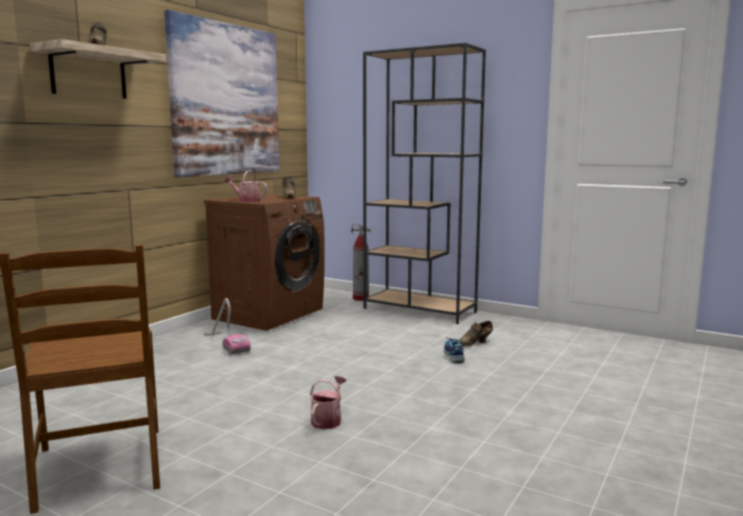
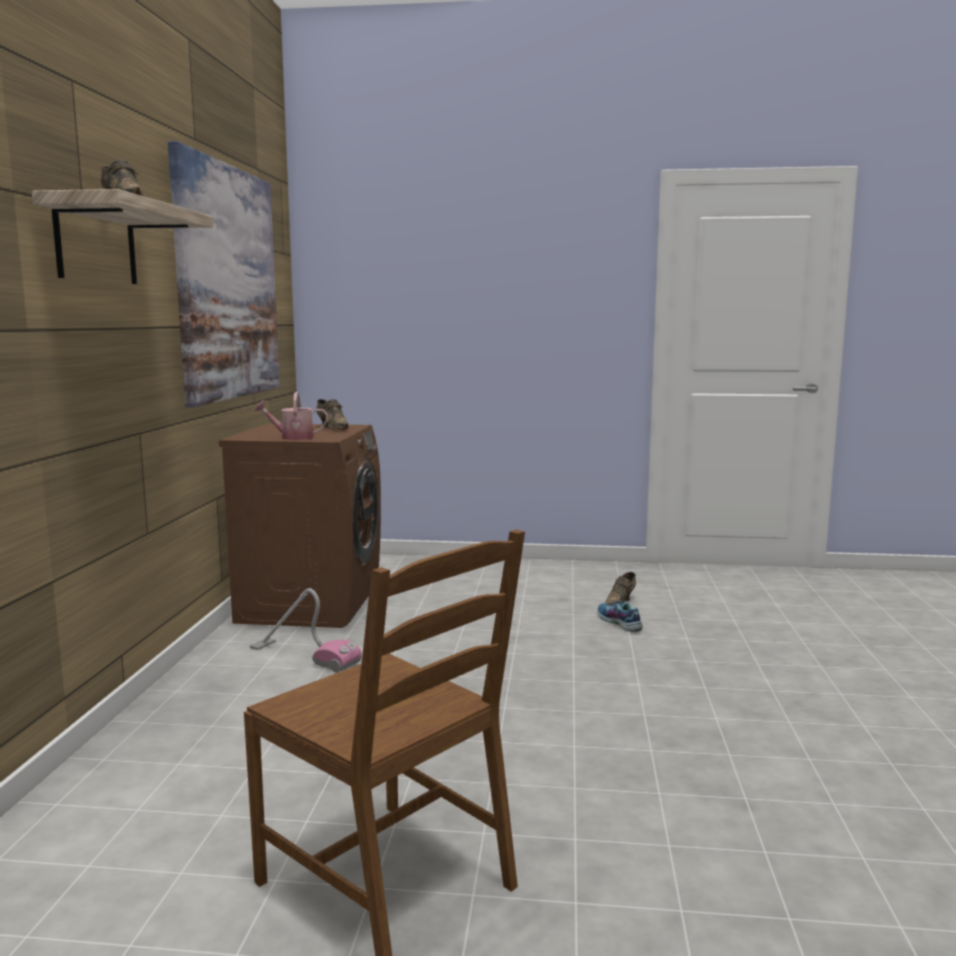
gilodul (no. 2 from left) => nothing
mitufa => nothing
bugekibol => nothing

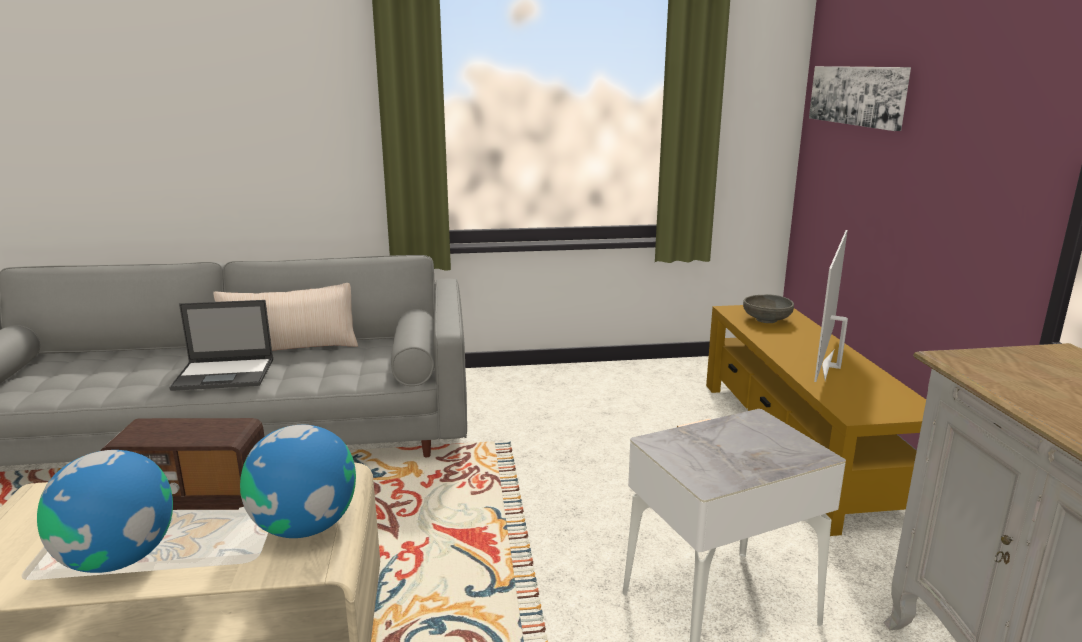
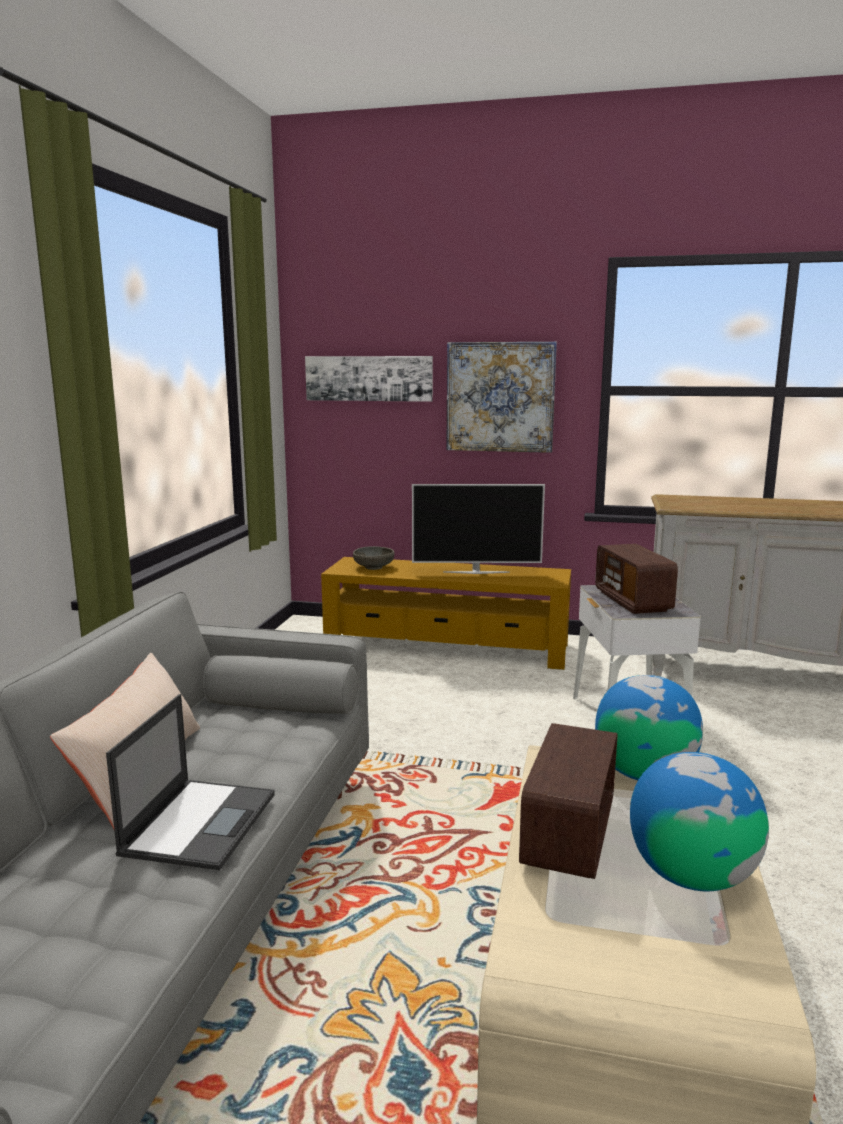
nothing => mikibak (no. 2 from left)
nothing => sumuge (no. 2 from left)
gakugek, 45 degrees counterclockwise

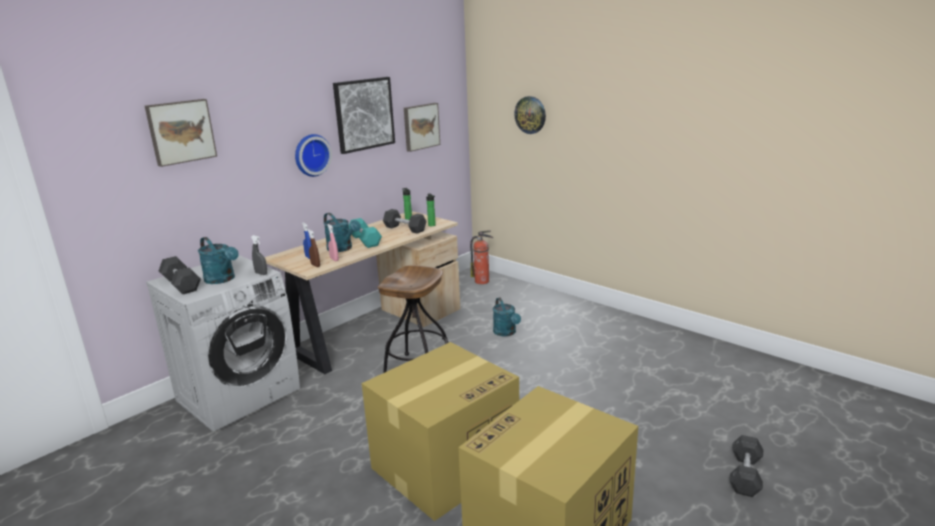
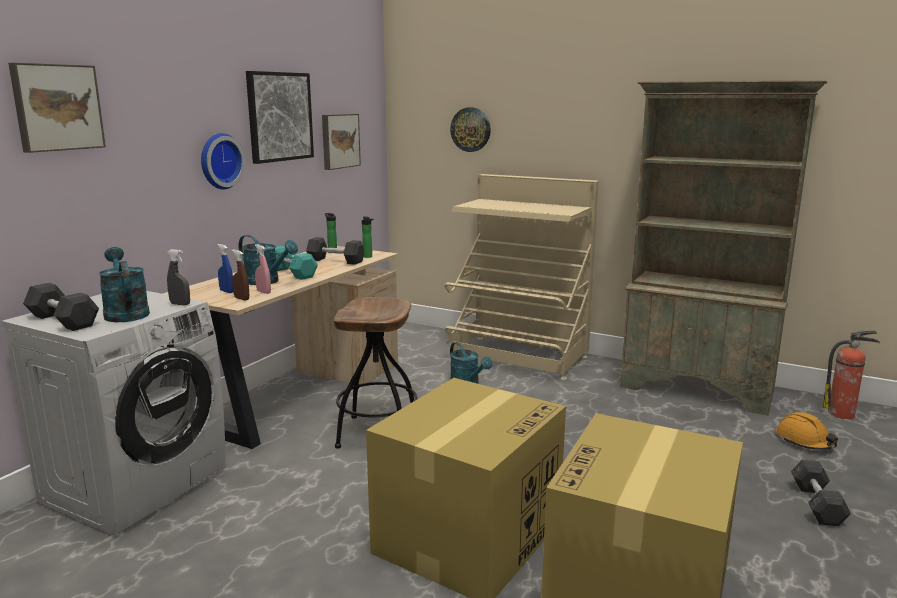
nothing => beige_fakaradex
nothing => green_bugekibol
nothing => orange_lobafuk
mitufa, shifted
turquoise_gilodul (no. 1 from left), 150 degrees counterclockwise

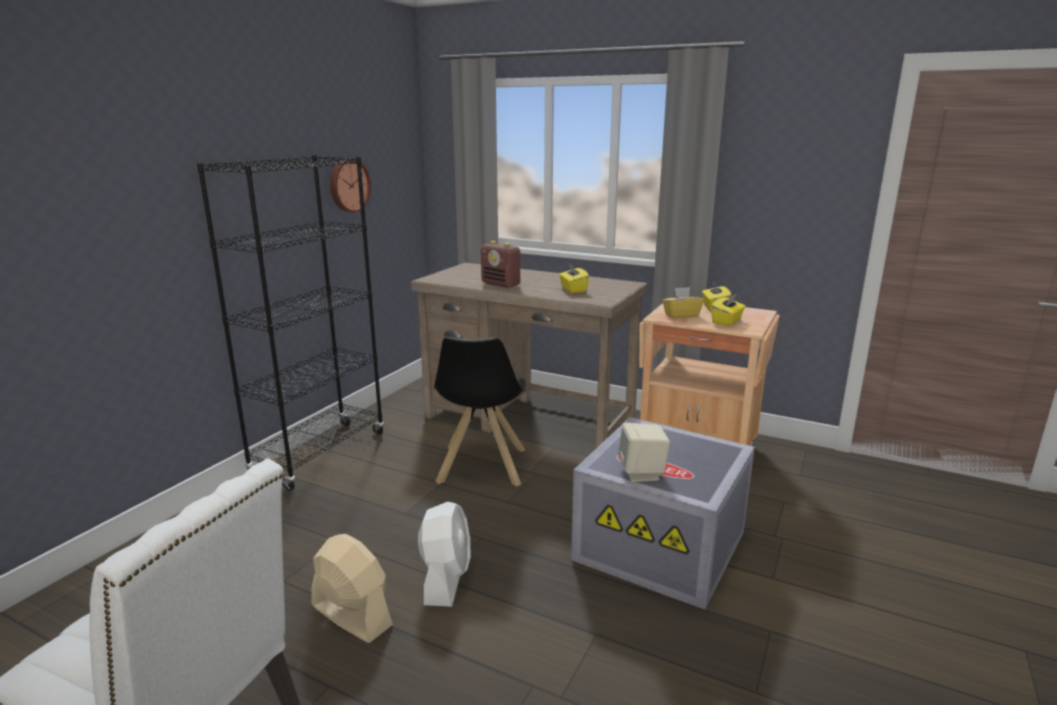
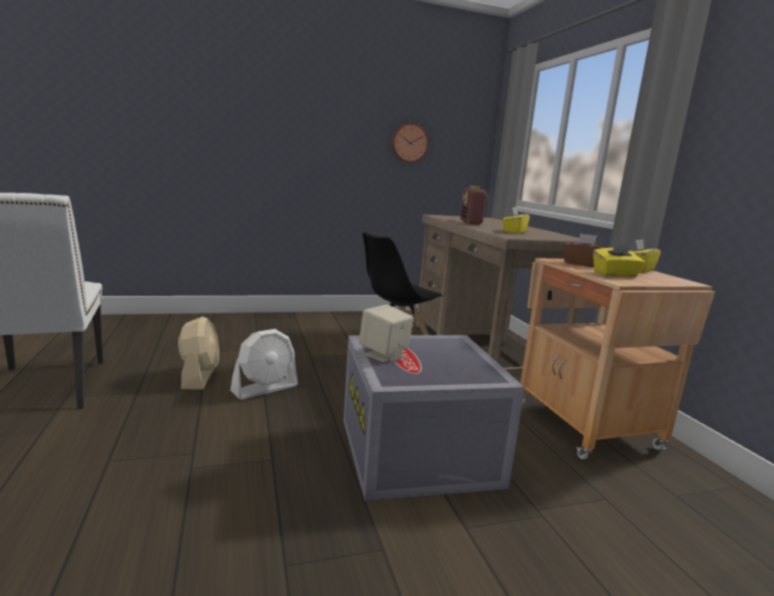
black_bugekibol => nothing
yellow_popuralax (no. 2 from left) => brown_popuralax

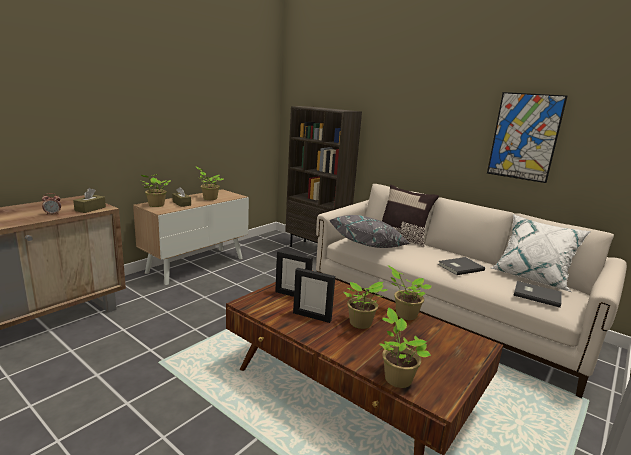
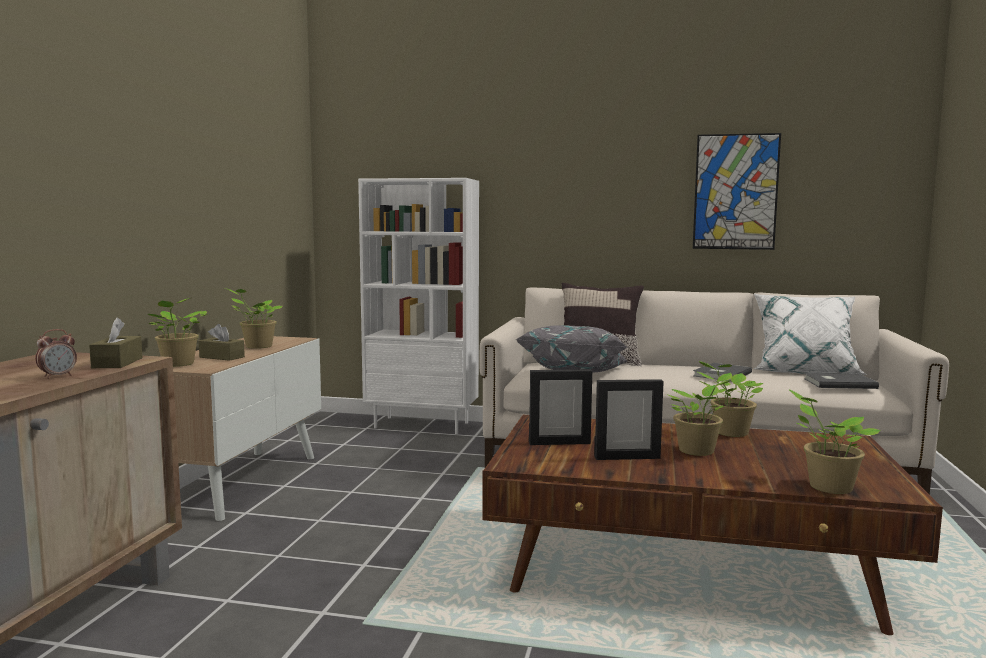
brown_bugekibol => white_bugekibol

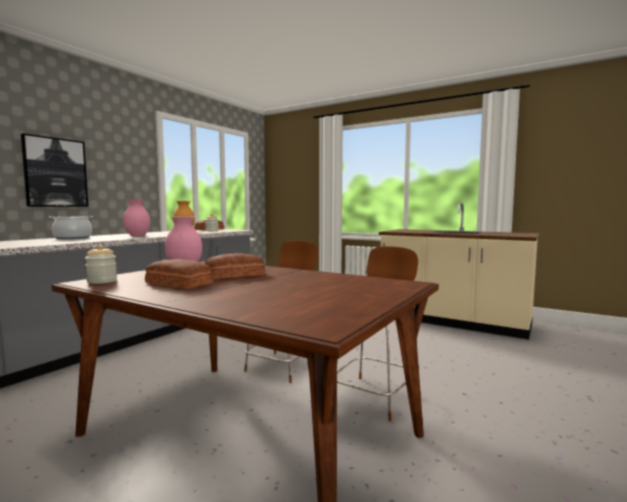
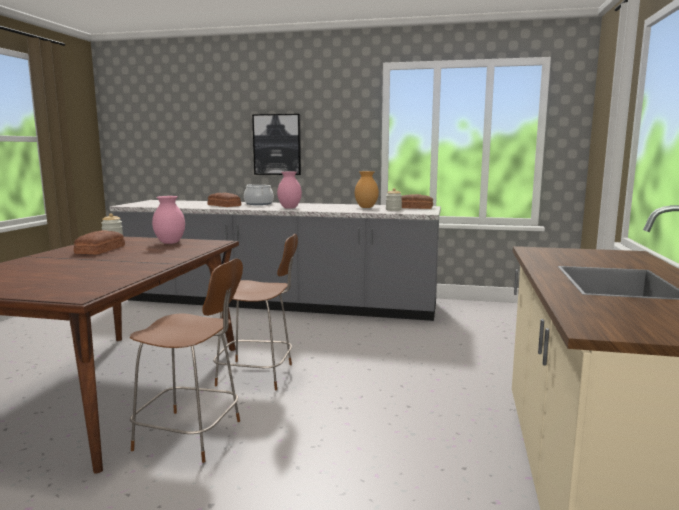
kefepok (no. 3 from left in the first image) => kefepok (no. 2 from left), shifted

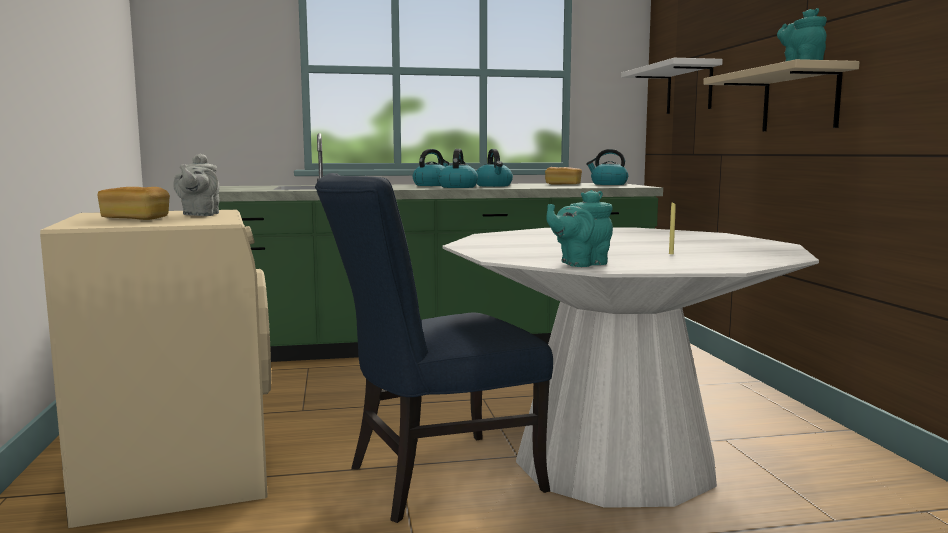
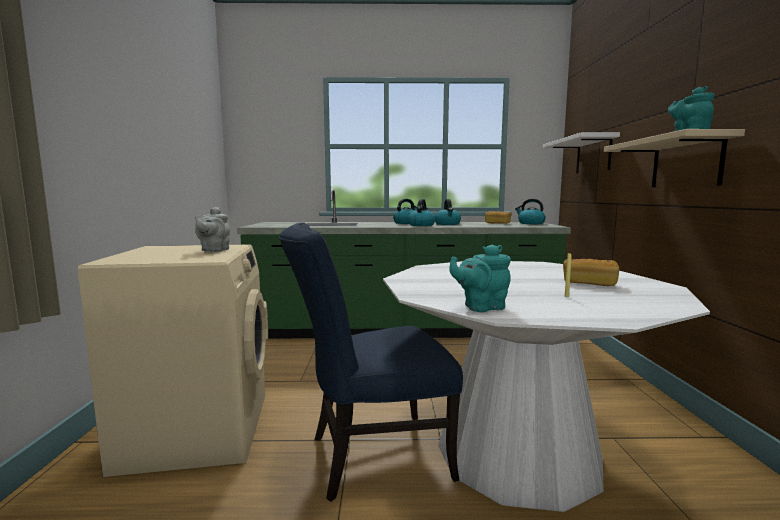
kefepok (no. 1 from left in the first image) => kefepok (no. 2 from left), shifted

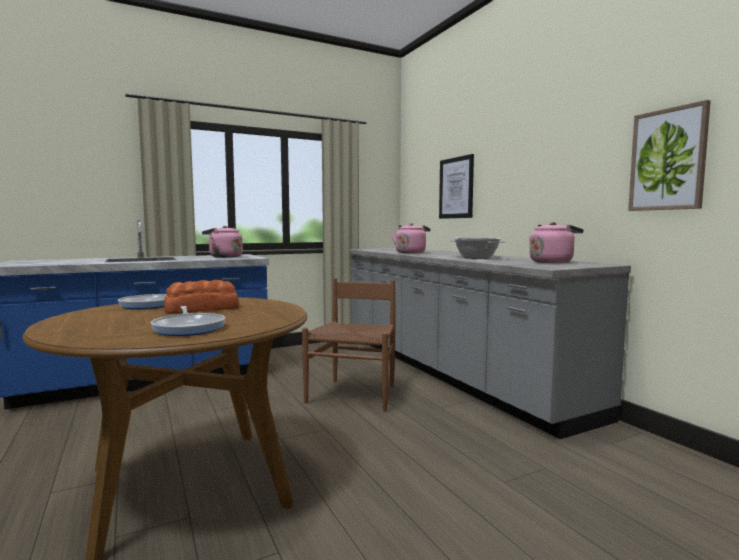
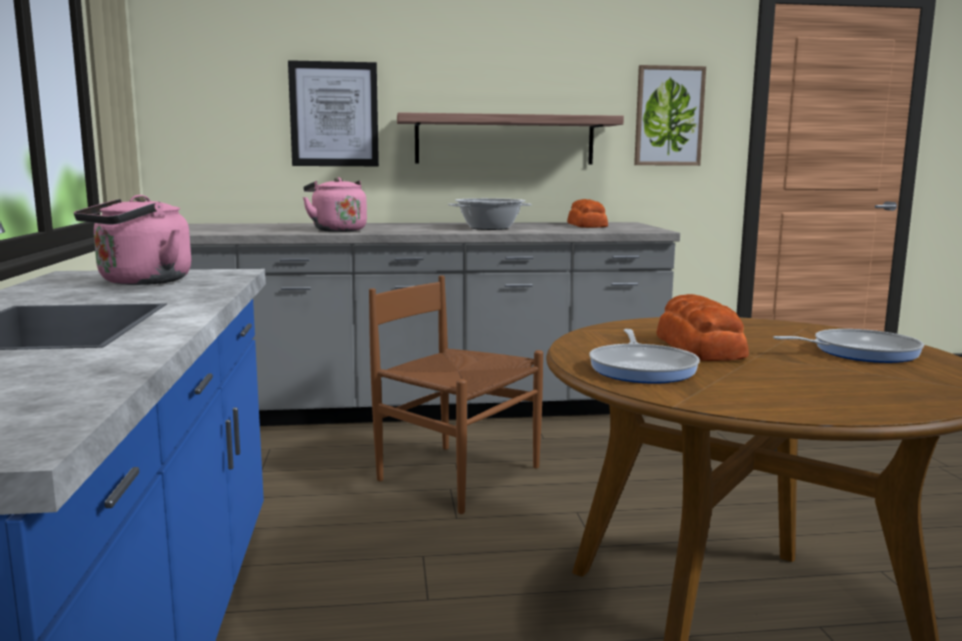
nothing => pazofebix
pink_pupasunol (no. 3 from left) => kefepok (no. 1 from left)

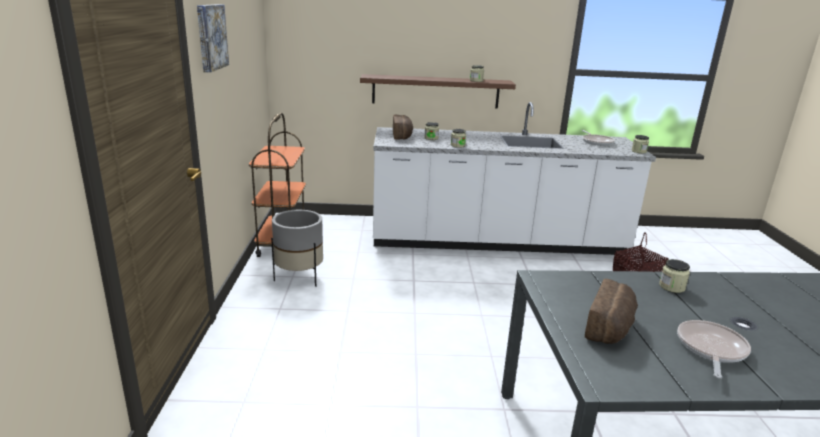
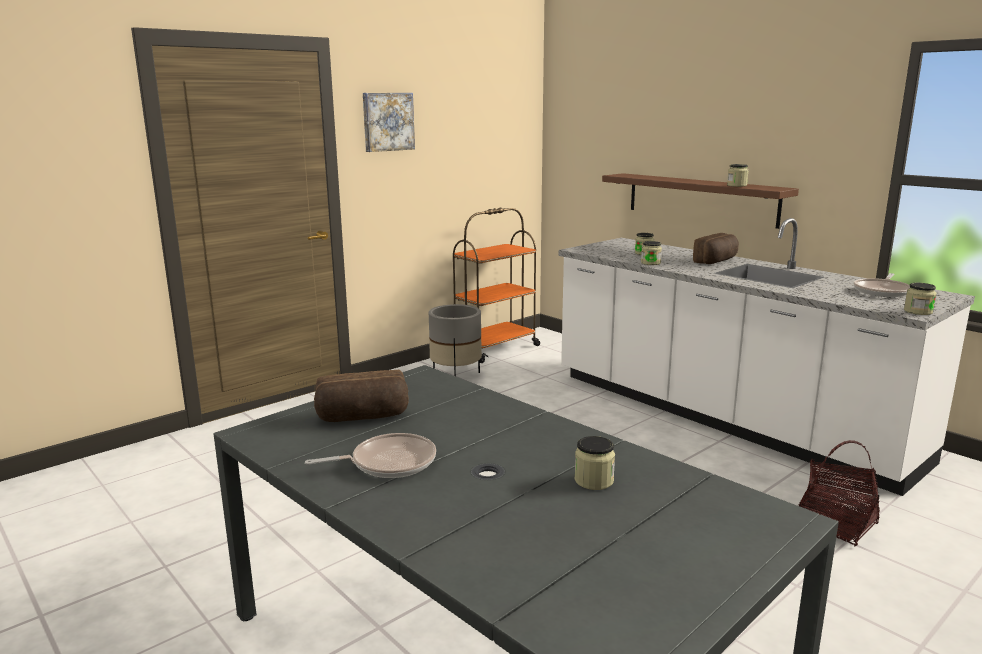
kefepok (no. 1 from left in the first image) => kefepok (no. 2 from left), shifted
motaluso (no. 5 from left in the first image) => motaluso (no. 1 from left), shifted

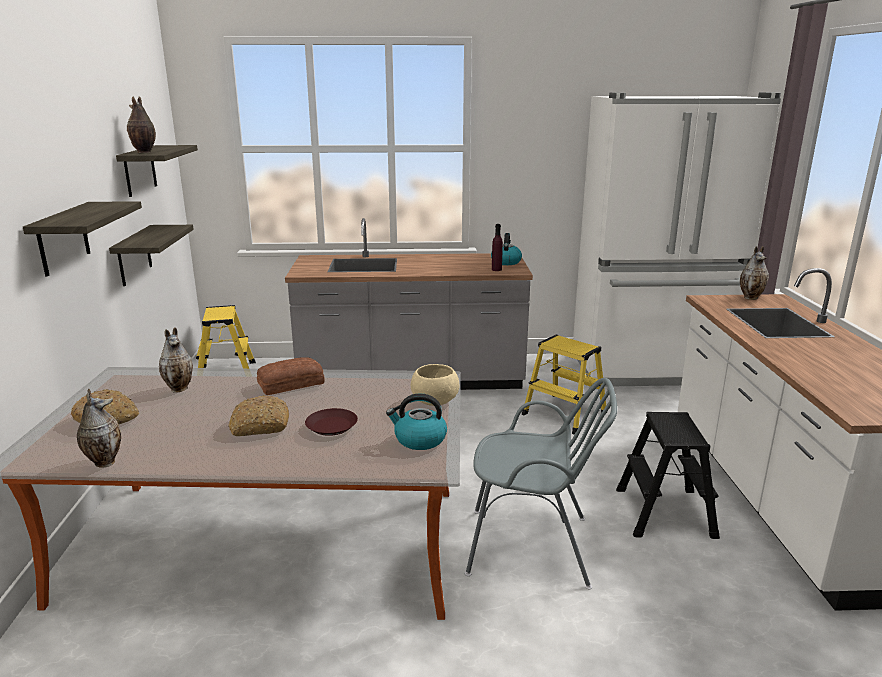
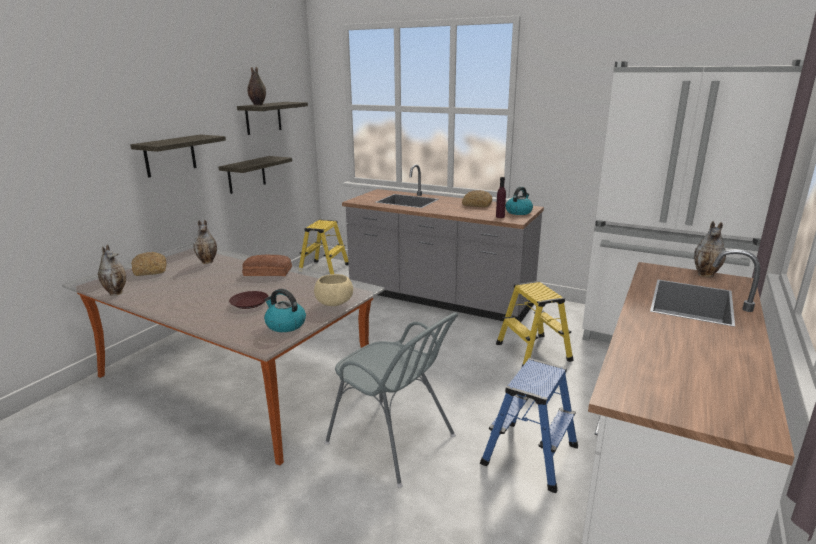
kefepok (no. 2 from left in the first image) => kefepok (no. 3 from left), shifted
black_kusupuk => blue_kusupuk

